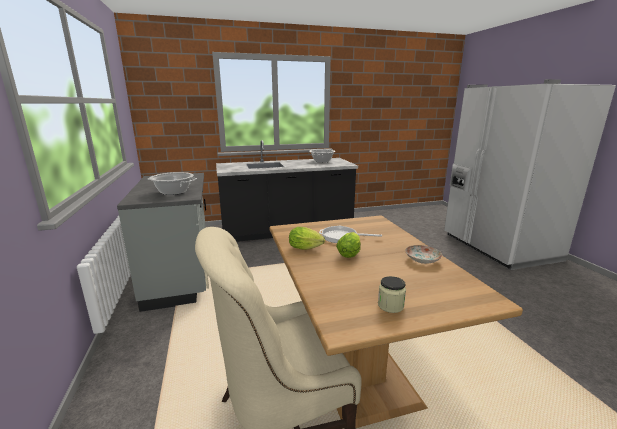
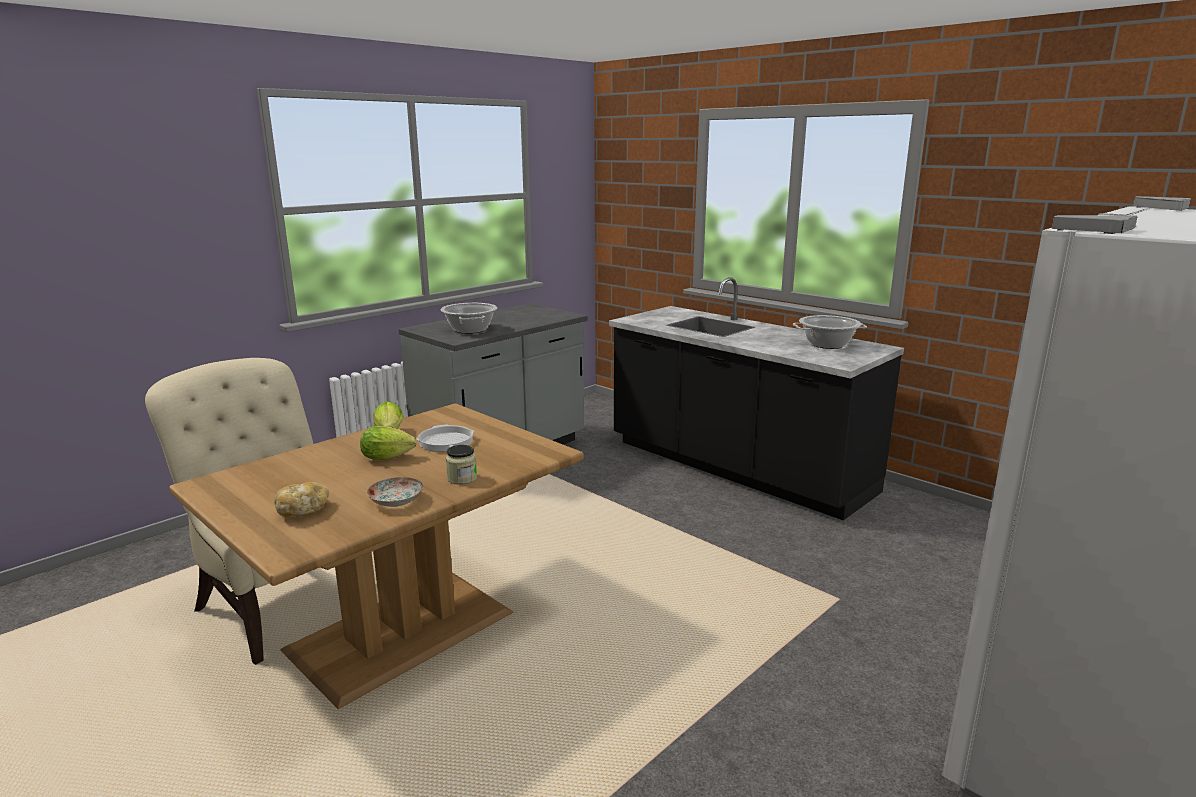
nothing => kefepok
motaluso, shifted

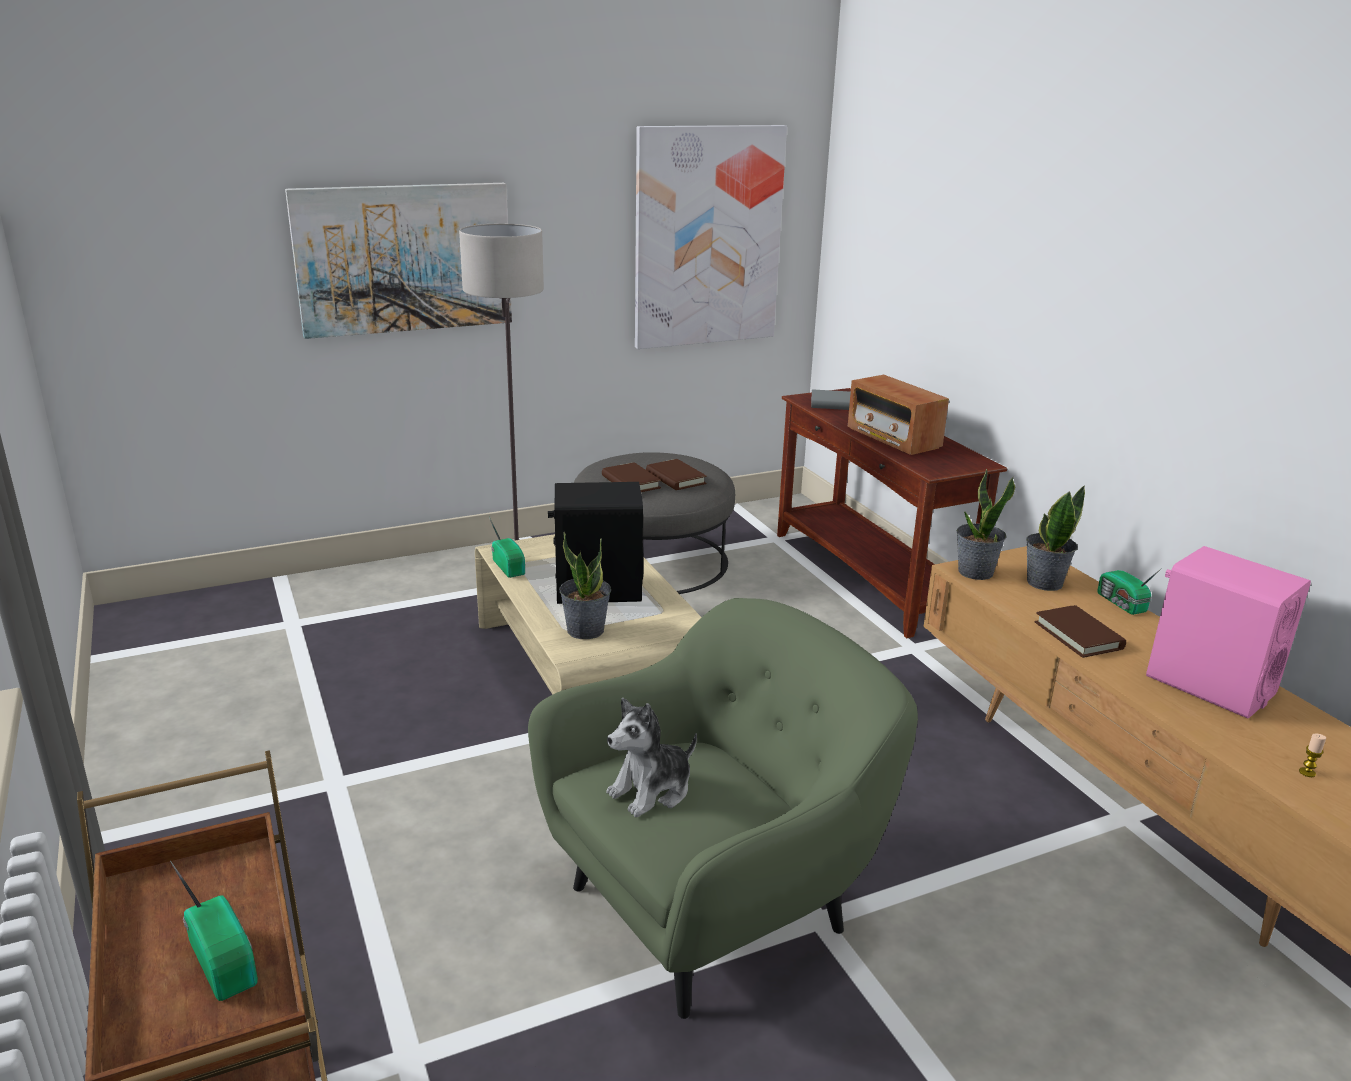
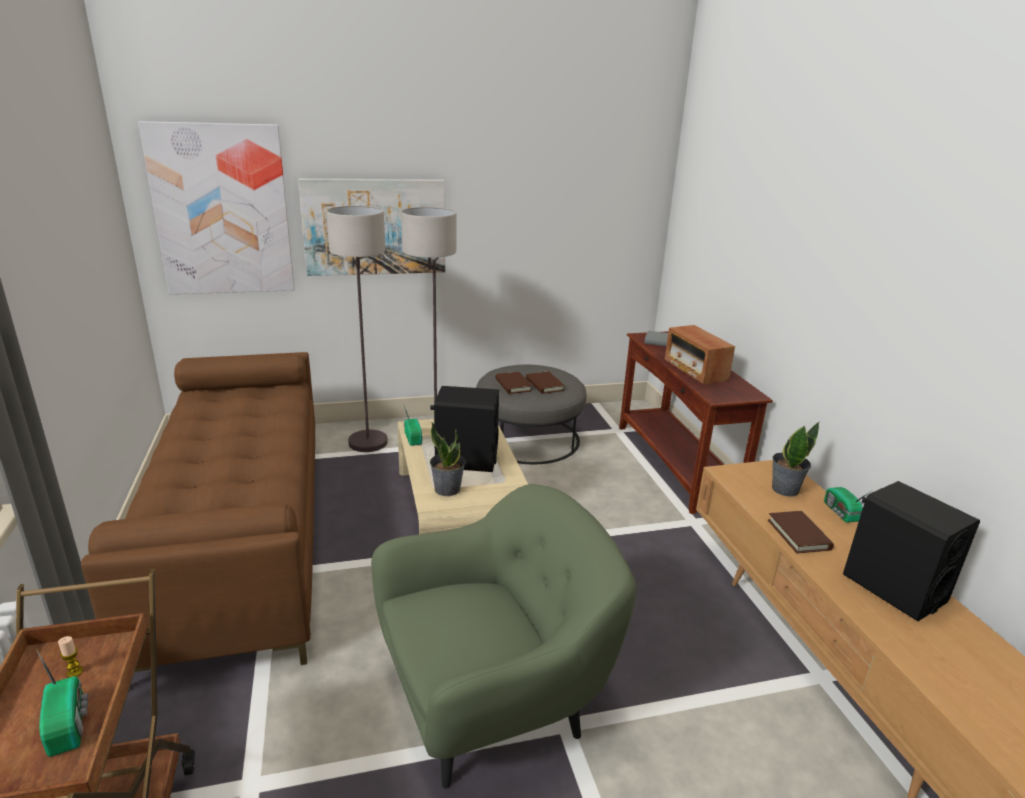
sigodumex => nothing
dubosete (no. 2 from left) => nothing
nothing => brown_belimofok
nothing => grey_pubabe (no. 1 from left)
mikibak (no. 2 from left in the first image) => mikibak (no. 1 from left), shifted
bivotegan, shifted
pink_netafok => black_netafok (no. 2 from left)

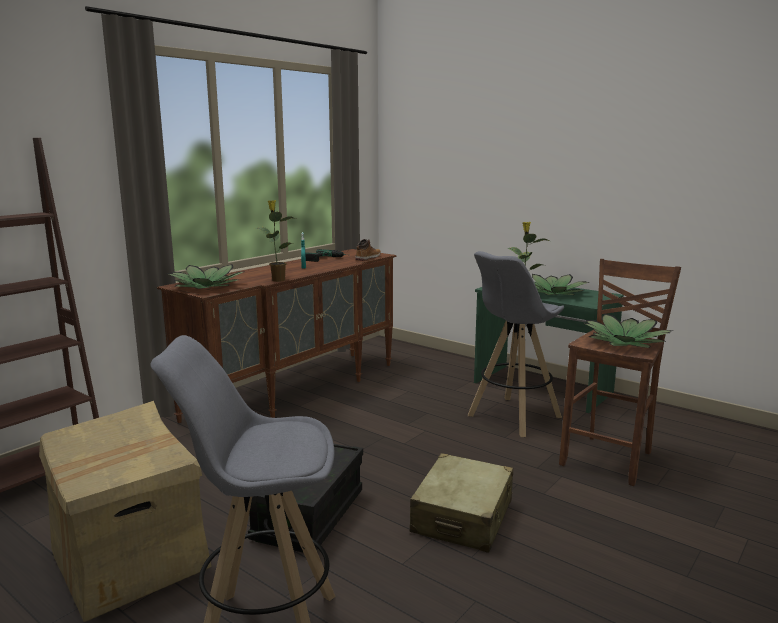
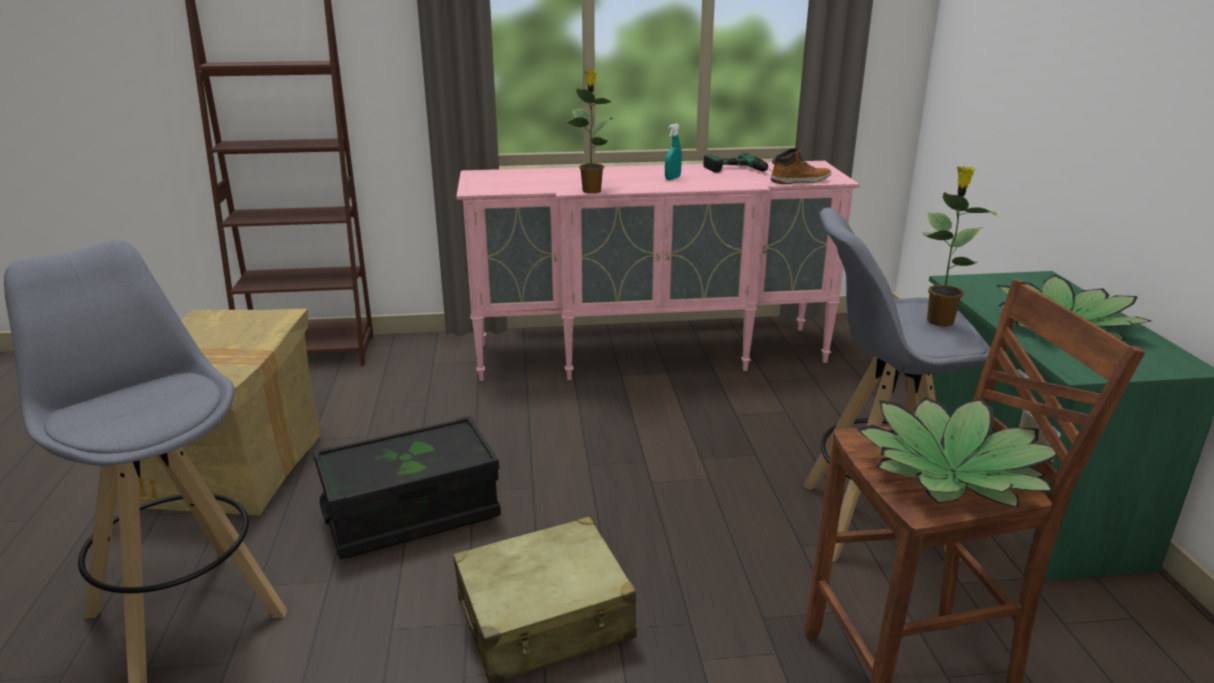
dubosete (no. 1 from left) => nothing
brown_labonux => pink_labonux

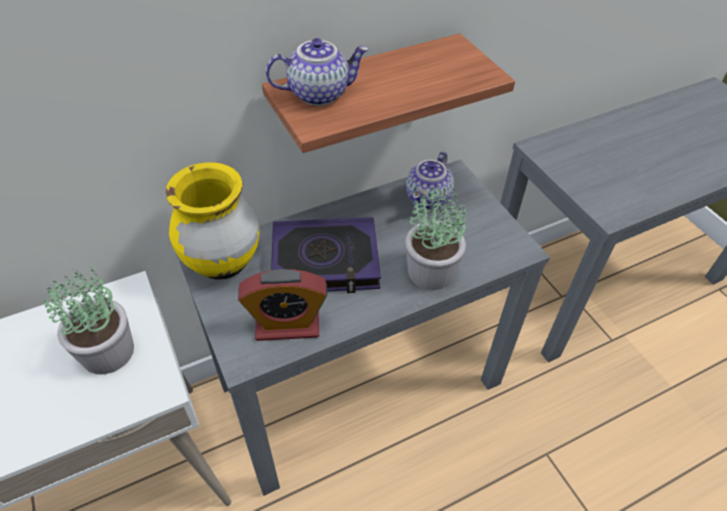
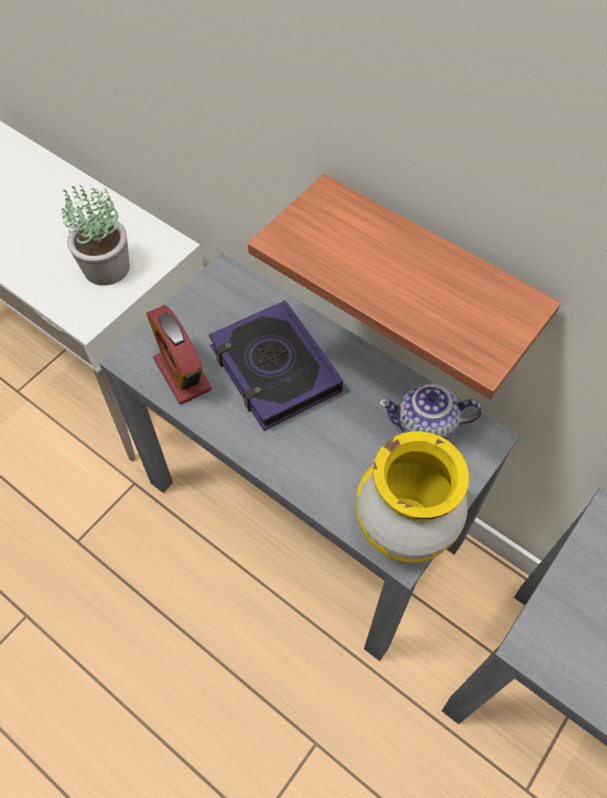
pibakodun (no. 1 from left) => nothing
dubosete (no. 2 from left) => nothing
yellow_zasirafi, shifted

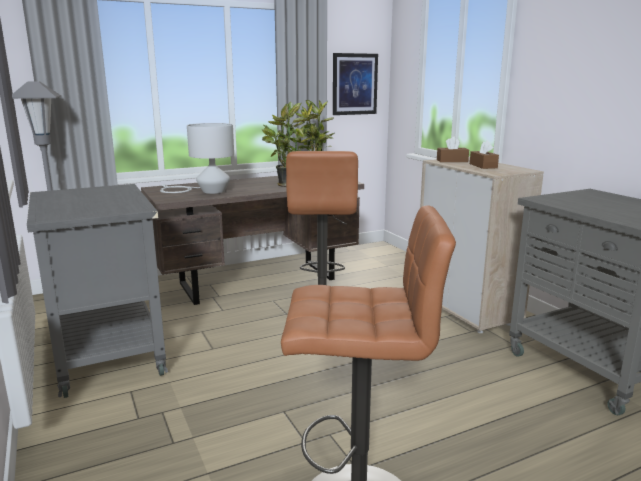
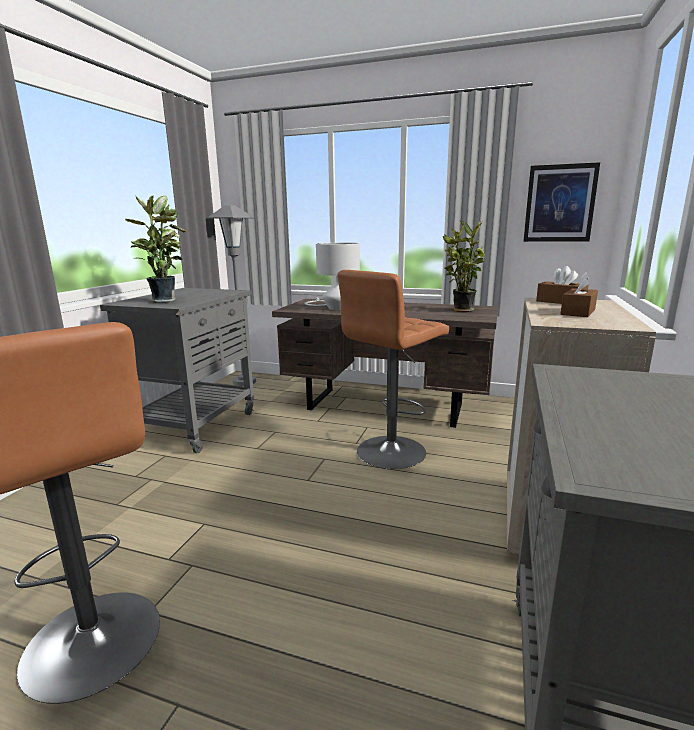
dubosete (no. 1 from left), shifted

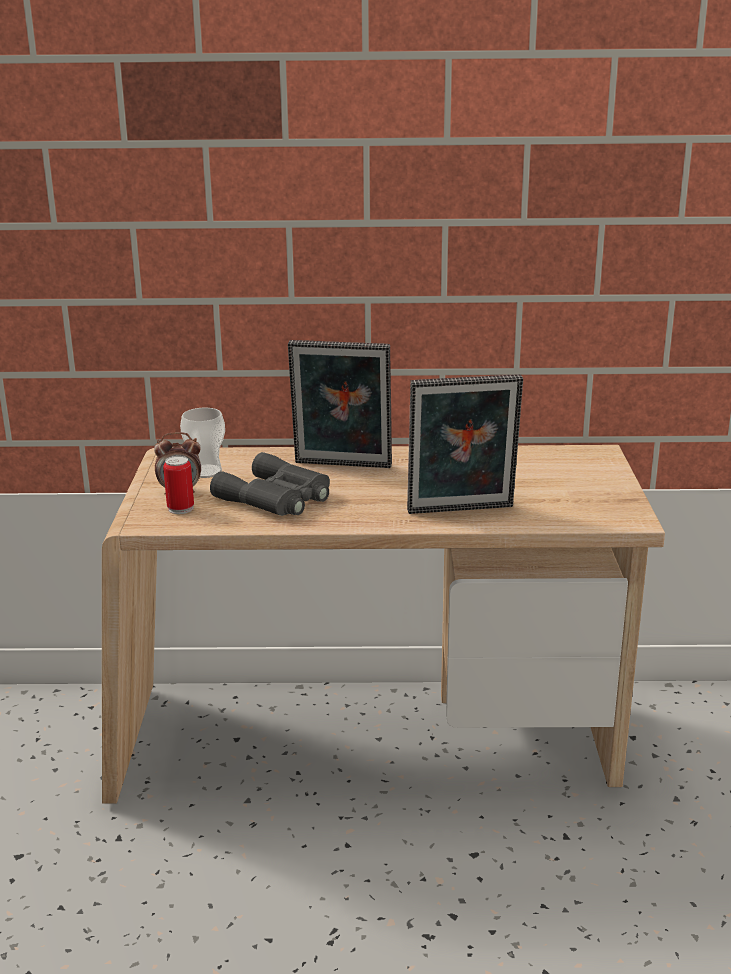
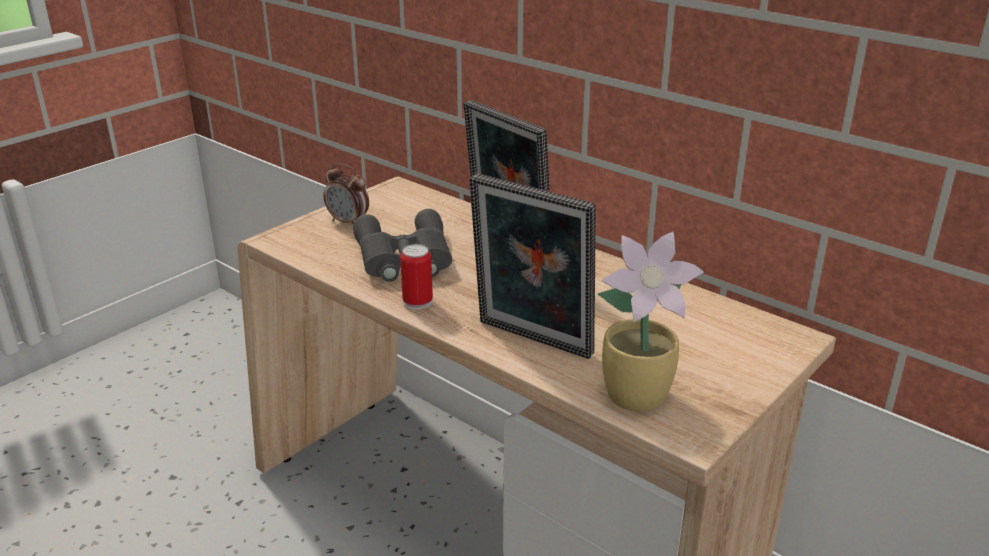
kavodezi => nothing
nothing => dubosete
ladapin, shifted

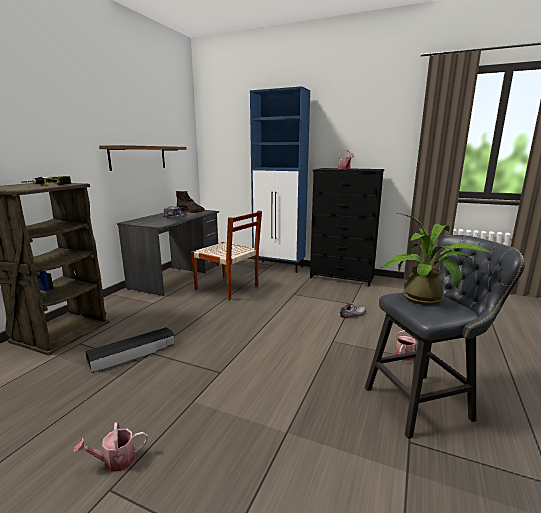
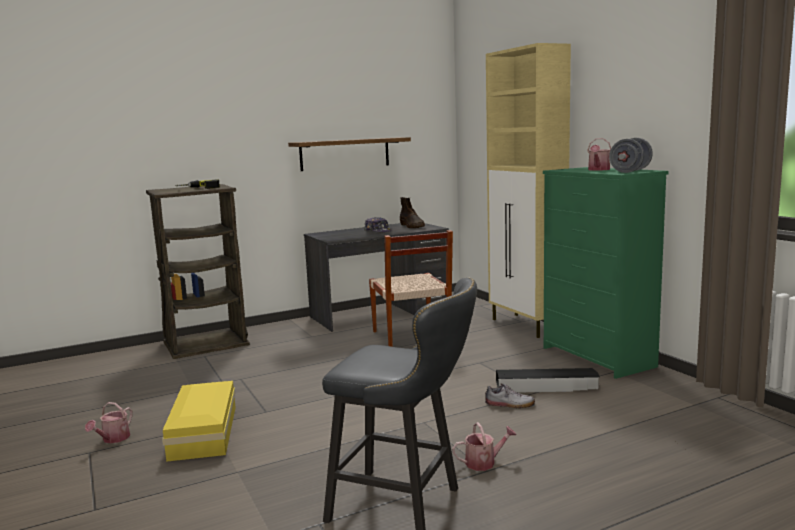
dubosete => nothing
nothing => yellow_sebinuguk
nothing => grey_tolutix
black_sebinuguk, shifted
blue_labonux => beige_labonux
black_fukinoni => green_fukinoni
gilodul (no. 1 from left), 90 degrees counterclockwise

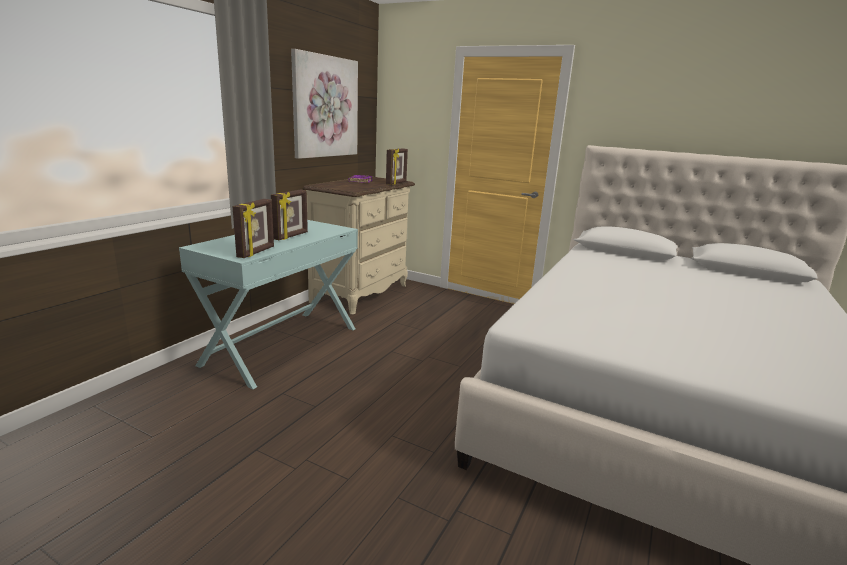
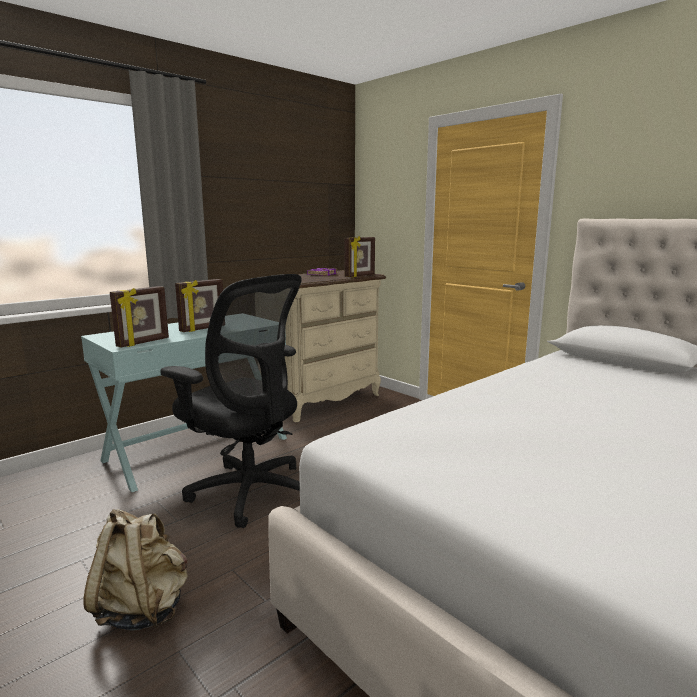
mikibak => nothing
nothing => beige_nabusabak
nothing => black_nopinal

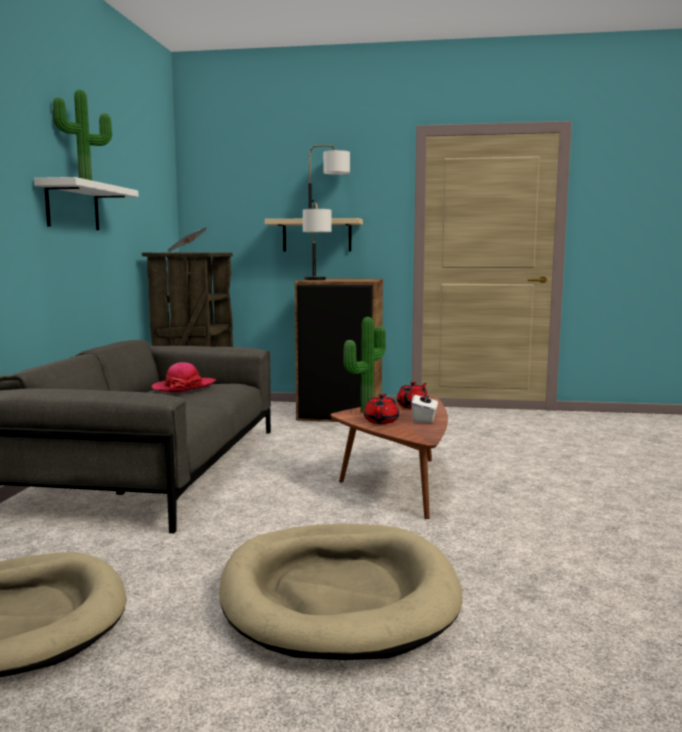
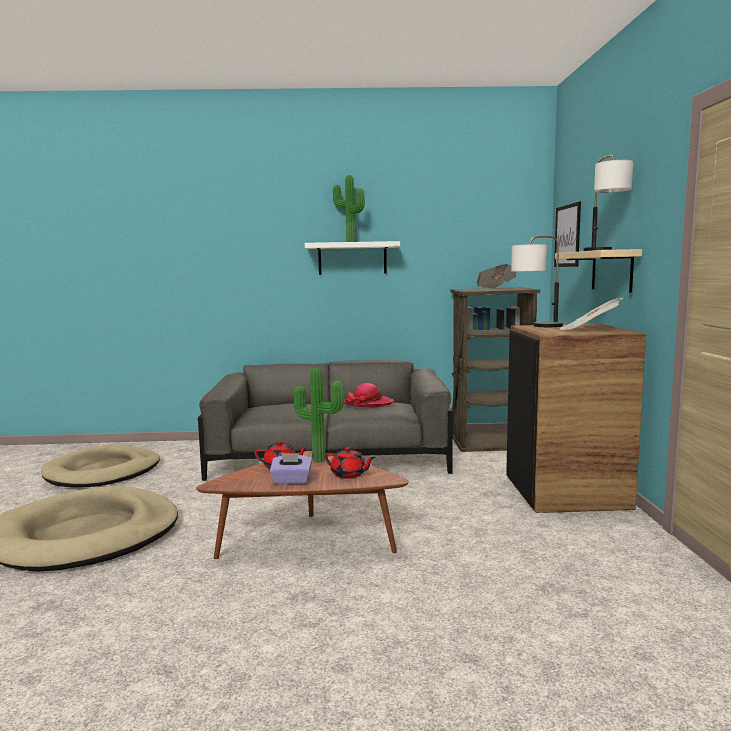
nothing => mikibak
nothing => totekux (no. 2 from left)
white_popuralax => purple_popuralax

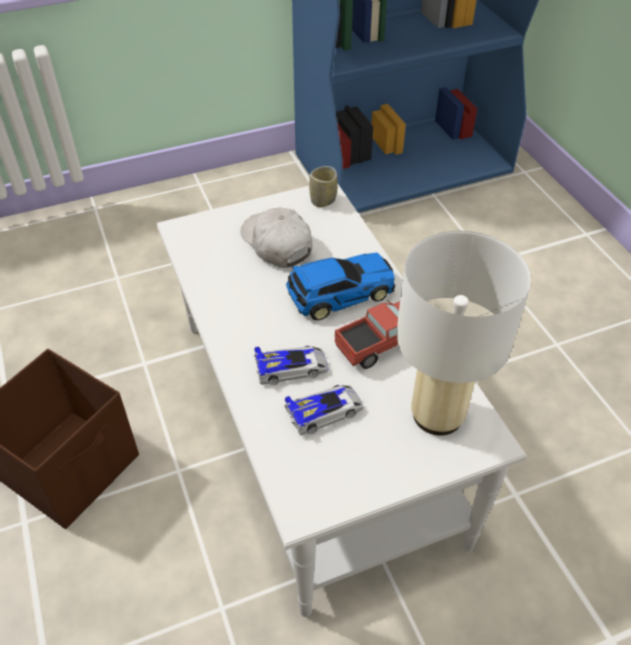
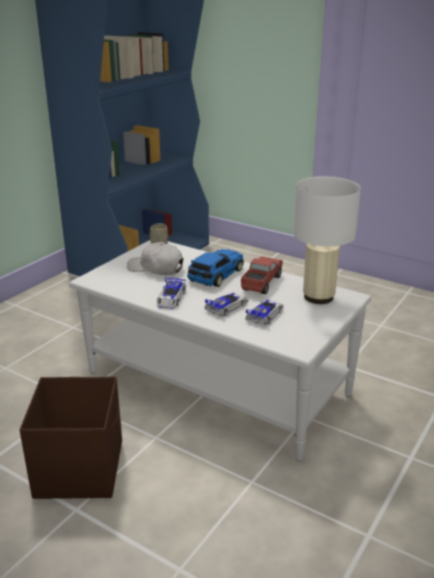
nothing => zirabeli (no. 1 from left)

